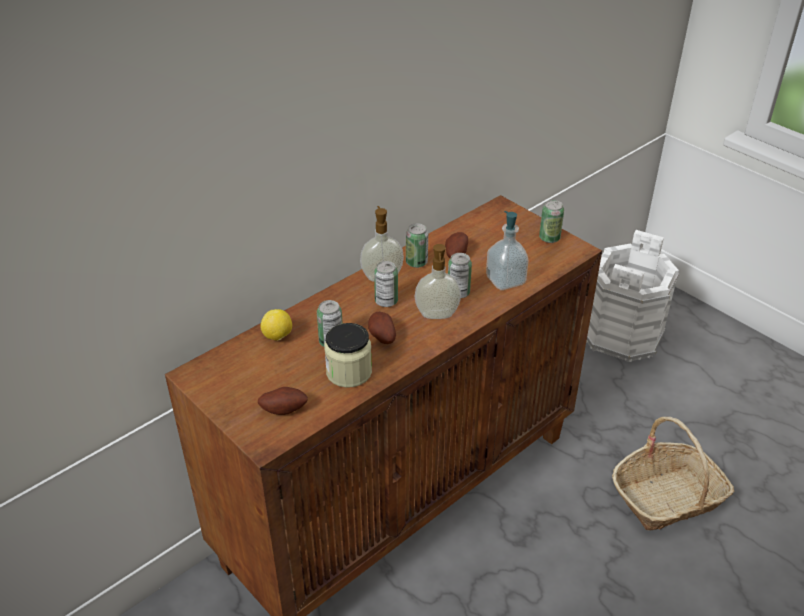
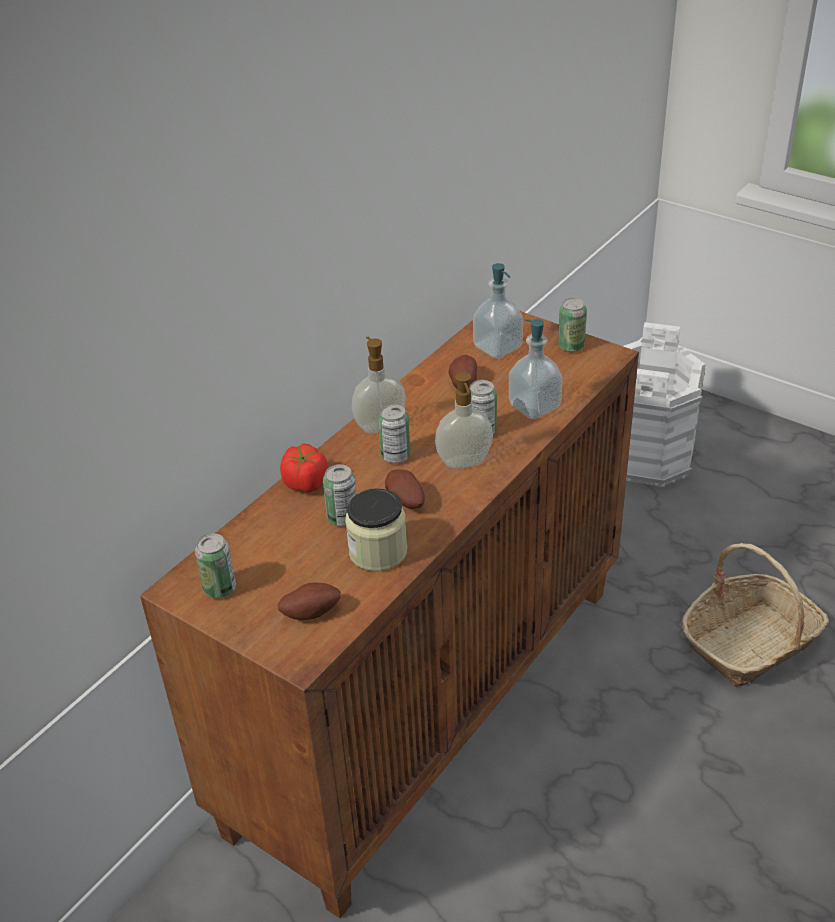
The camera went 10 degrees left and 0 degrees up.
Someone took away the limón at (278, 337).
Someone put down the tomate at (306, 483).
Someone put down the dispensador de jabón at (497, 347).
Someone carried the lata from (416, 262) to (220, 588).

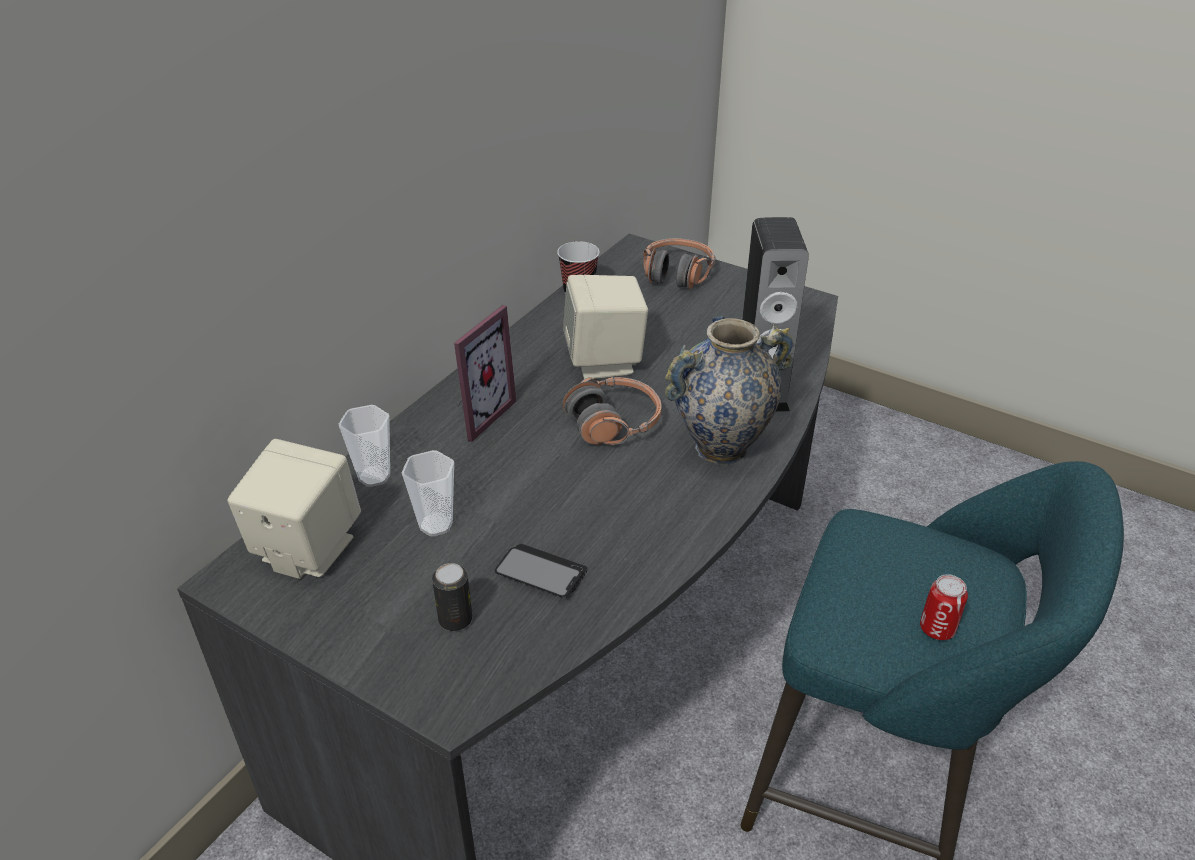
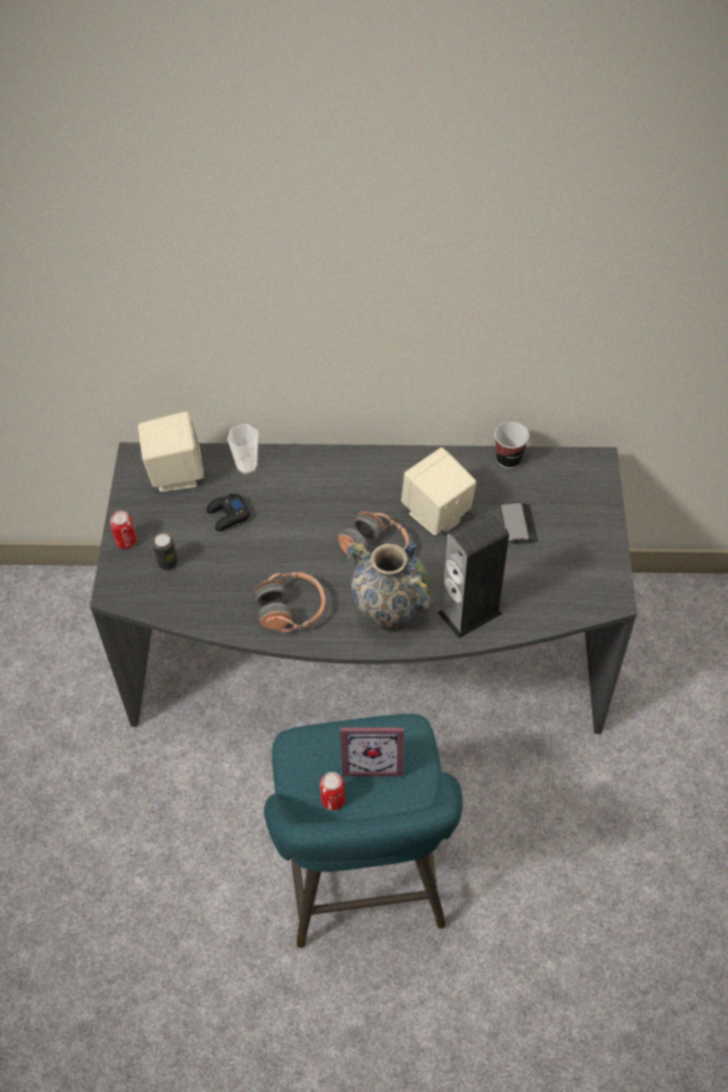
The camera went 60 degrees right and 15 degrees up.
Someone put down the lata at (126, 541).
Someone carried the portarretratos from (476, 414) to (372, 760).
Someone carried the móvil from (541, 572) to (518, 524).
Someone carried the auriculares from (676, 274) to (291, 609).
Someone swapped the taza at (436, 525) for the mando de consola (negro) at (228, 515).

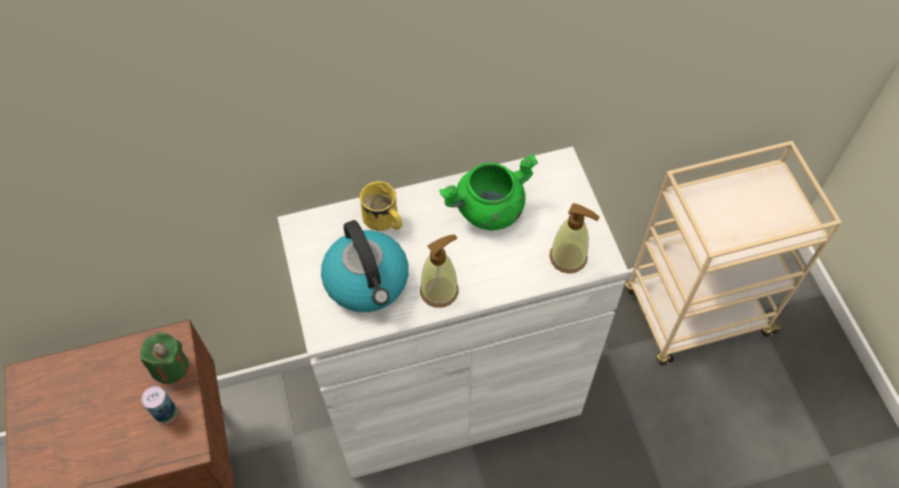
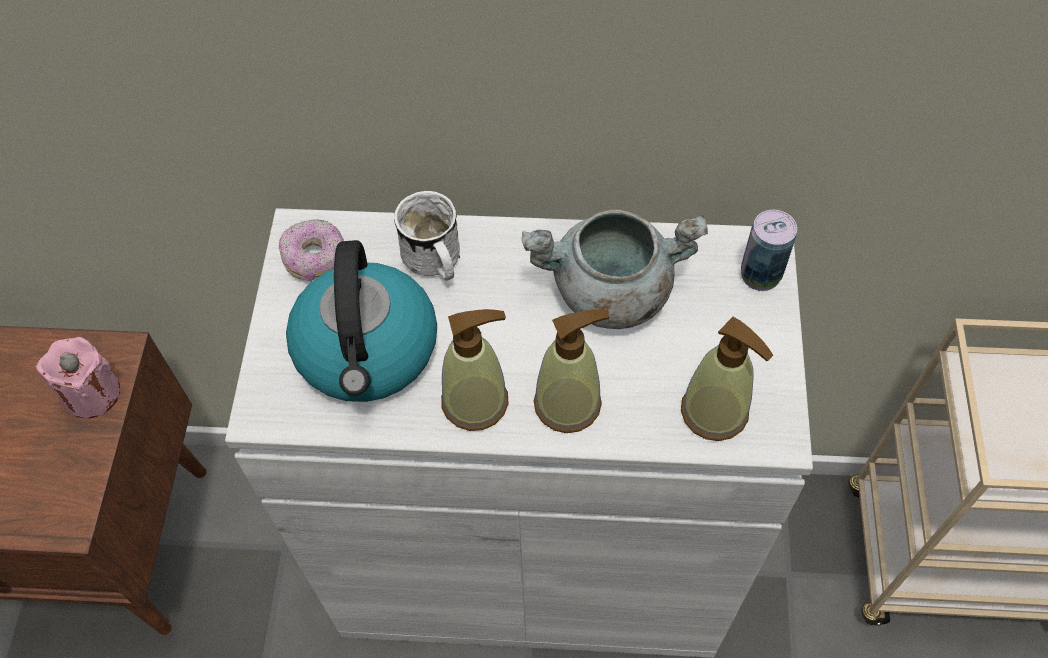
The camera went 20 degrees right and 0 degrees up.
Someone put down the rosquilla at (315, 259).
Someone put down the dispensador de jabón at (568, 403).
Someone carried the lata from (166, 413) to (760, 274).
Someone repainted the vela (verde) at (170, 367), which became the vela (rosa) at (92, 394).
Someone repainted the taza grande (amarillo) at (384, 221), which became the taza grande (blanco) at (434, 263).
Someone repainted the olla (verde) at (489, 210), which became the olla (gris) at (610, 292).

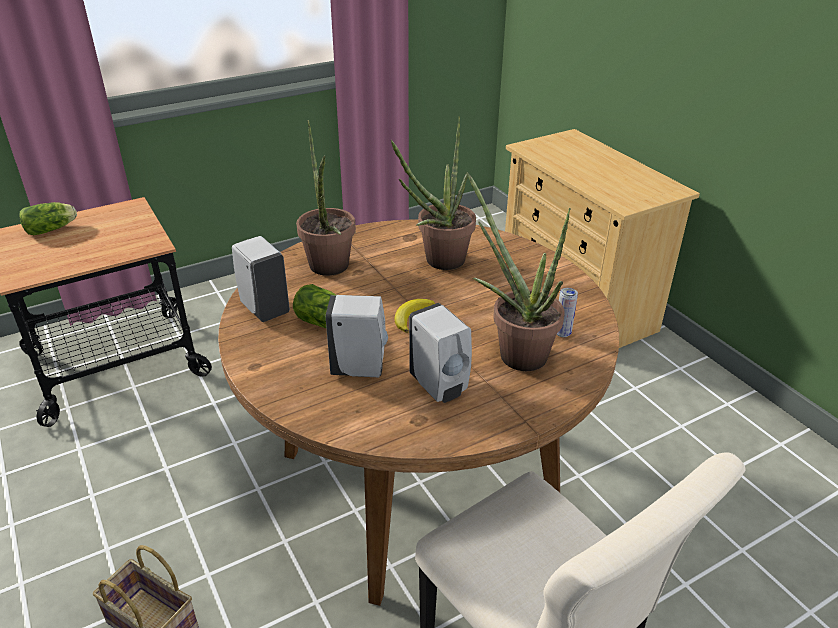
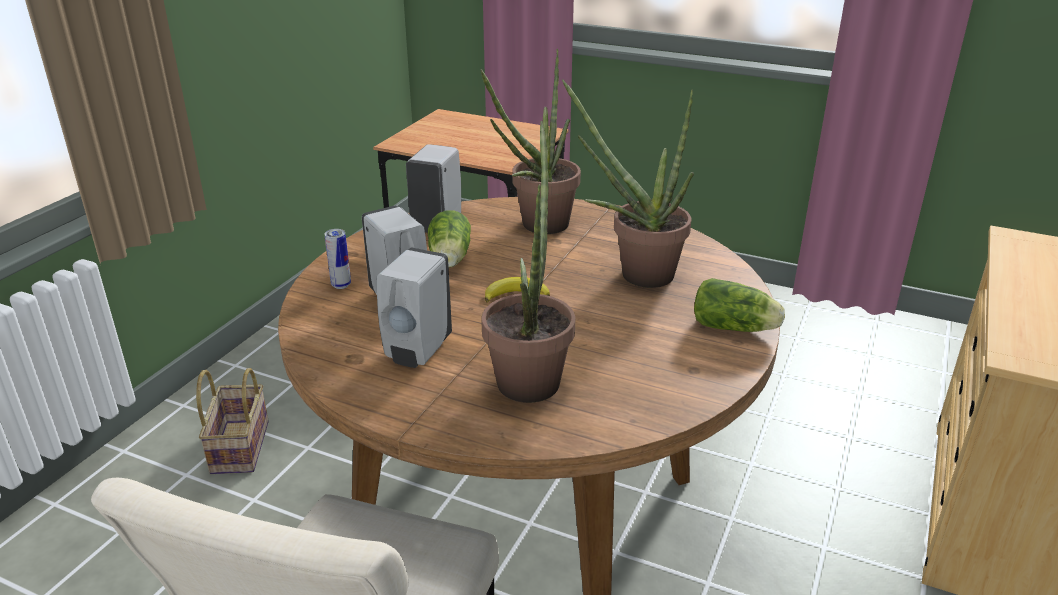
The camera went 55 degrees right and 5 degrees down.
Someone carried the lechuga from (53, 229) to (736, 328).
Someone carried the lata from (562, 333) to (341, 285).

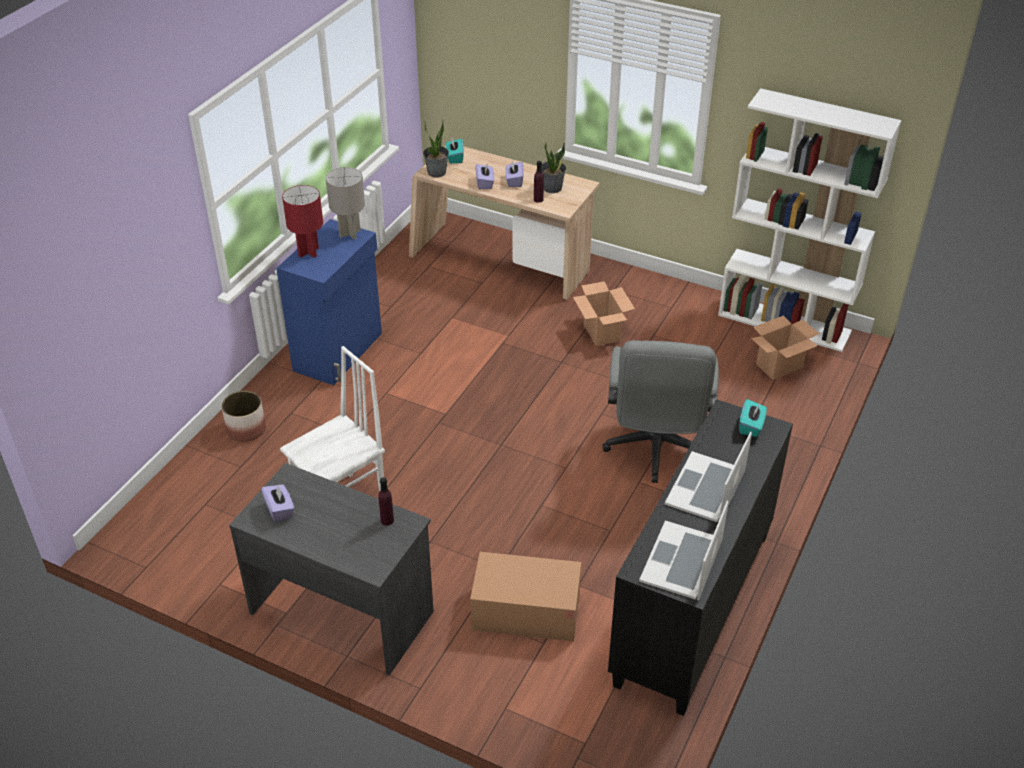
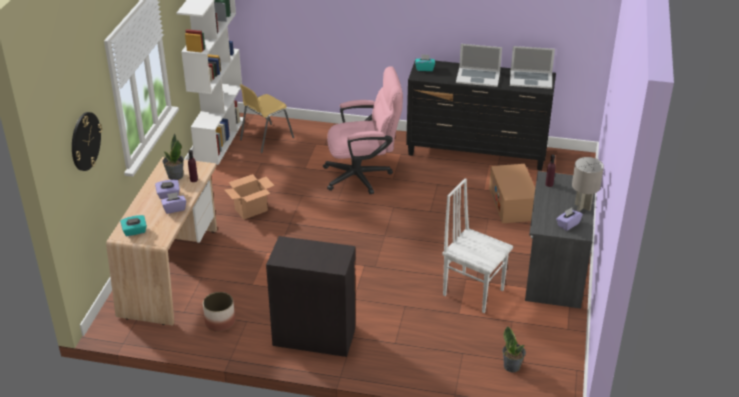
The camera went 105 degrees left and 5 degrees down.
Someone took away the lámpara de mesa (rojo) at (308, 252).
Someone put up the reloj de pared at (85, 141).
Someone carried the maceta from (246, 429) to (220, 322).
Someone carried the lámpara de mesa (gris) from (349, 233) to (582, 207).
Someone carried the planta en maceta from (437, 172) to (512, 366).
Someone swapped the caja de cartón at (779, 366) for the silla (amarillo) at (266, 139).
Someone repainted the armario (azul) at (339, 352), which became the armario (negro) at (314, 336).
Someone repainted the silla de oficina (gris) at (655, 451), which became the silla de oficina (rosa) at (363, 176).

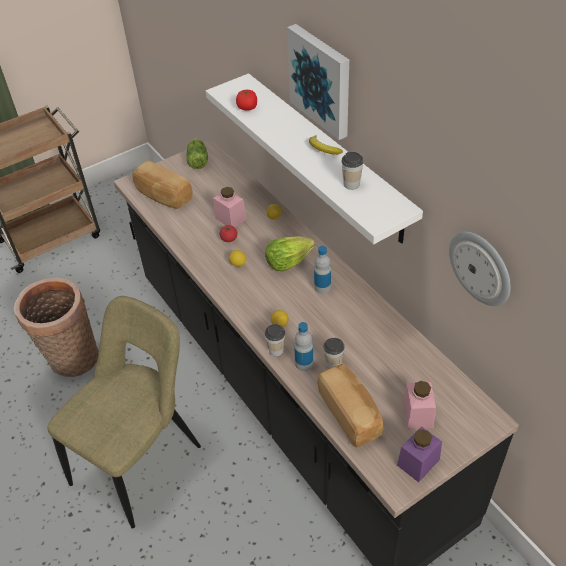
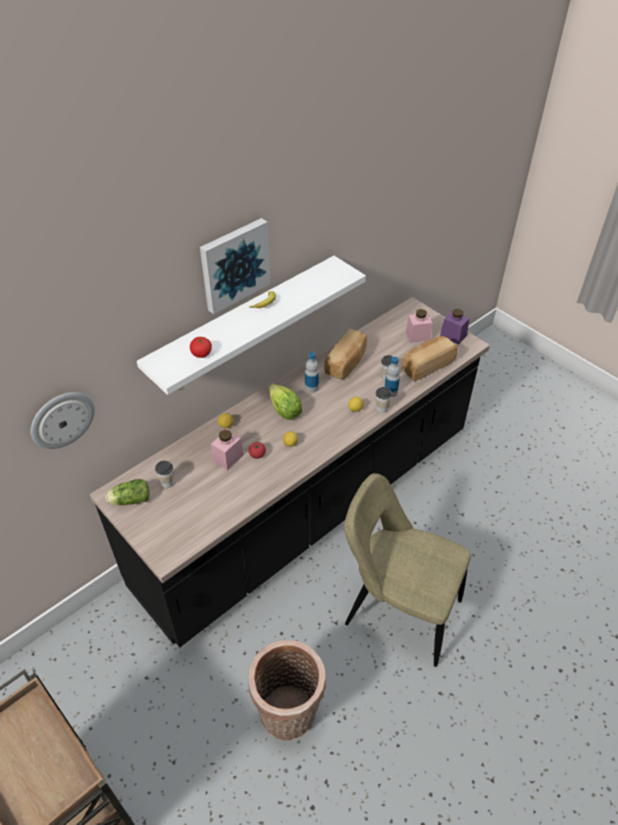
The camera went 100 degrees left and 0 degrees up.
Someone carried the pan from (163, 196) to (347, 363).
Someone carried the taza from (351, 184) to (167, 483).
Someone carried the reloj de pared from (481, 267) to (62, 419).

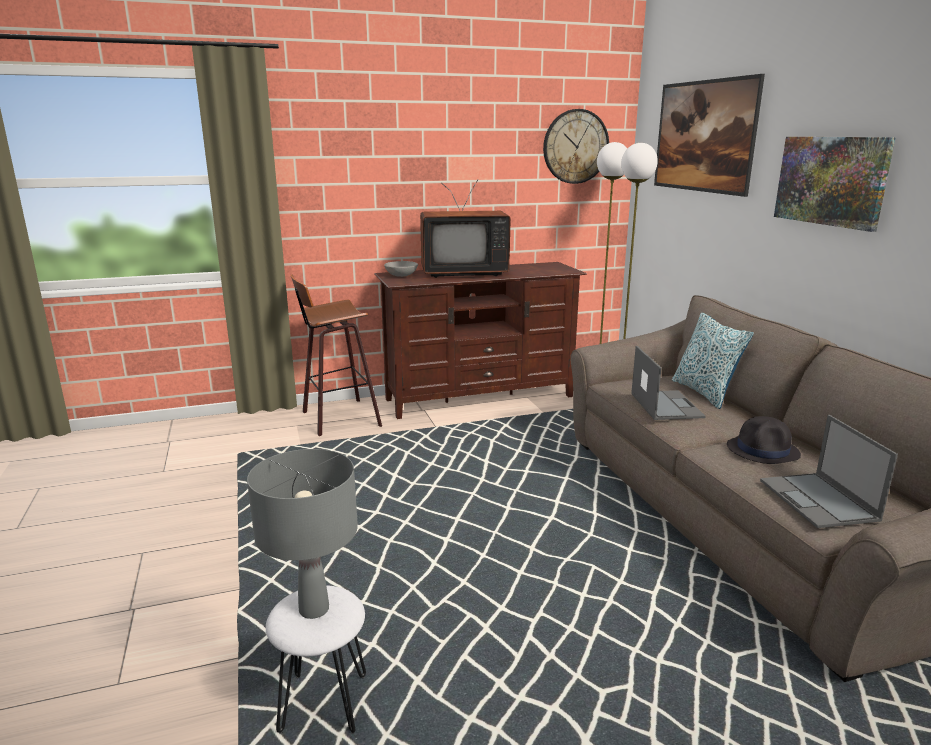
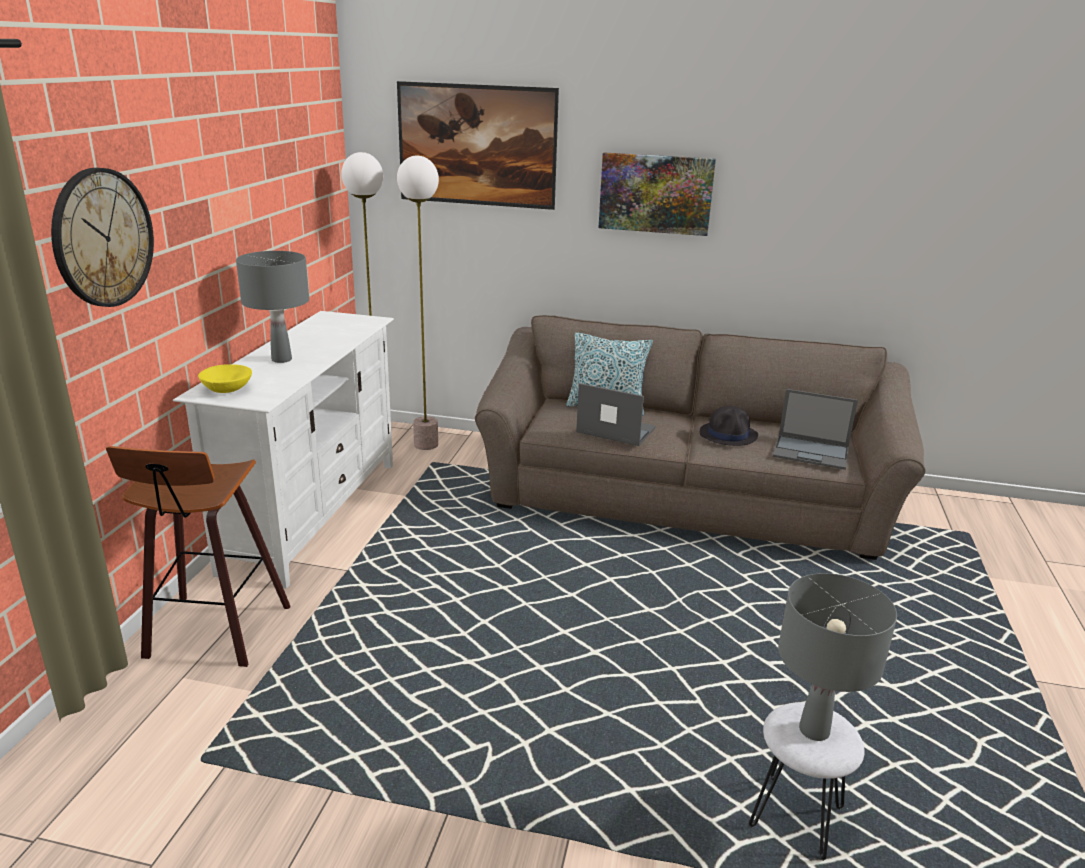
The camera went 60 degrees left and 5 degrees up.
Someone carried the reloj de pared from (575, 146) to (103, 238).
Someone swapped the televisor at (462, 273) for the lámpara de mesa (gris) at (281, 359).
Someone repainted the mueble de televisión (marrón) at (479, 397), which became the mueble de televisión (blanco) at (313, 514).
Someone repainted the cuenco (gris) at (401, 275), which became the cuenco (amarillo) at (227, 389).

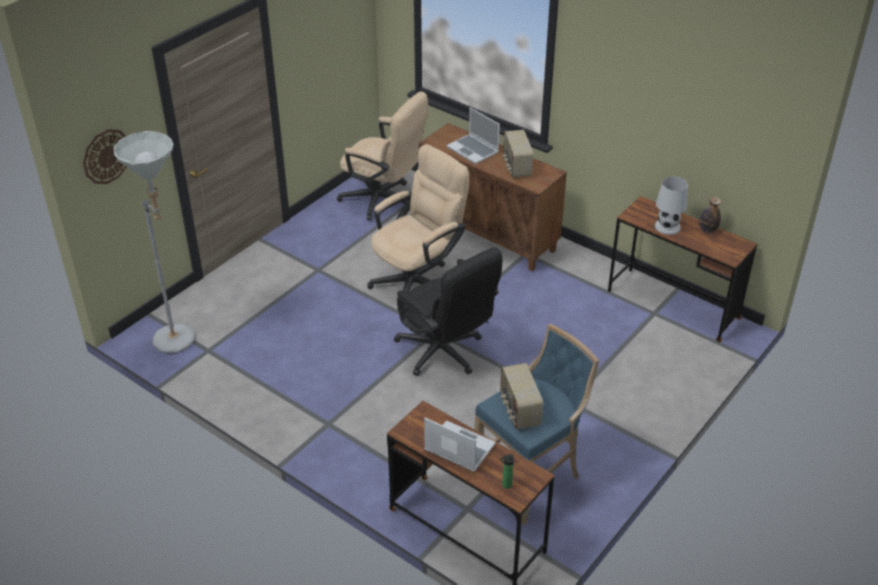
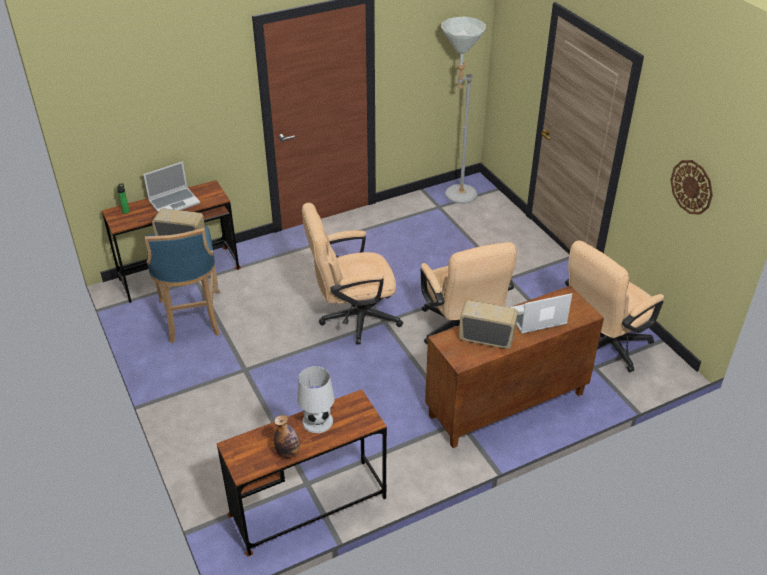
The camera went 115 degrees right and 0 degrees up.
Someone carried the reloj de pared from (106, 156) to (692, 187).
Someone repainted the silla de oficina (negro) at (445, 354), which became the silla de oficina (beis) at (352, 318).

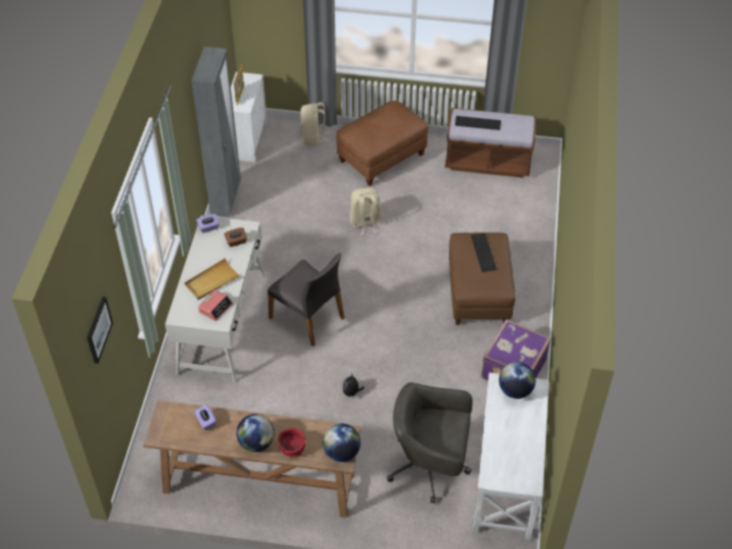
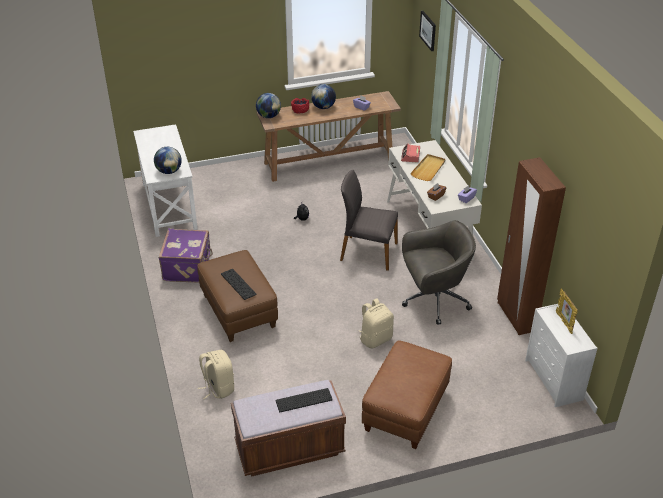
The camera went 155 degrees right and 10 degrees down.
Someone carried the mochila (beis) from (314, 137) to (218, 388).
Someone carried the silla de oficina (gris) from (430, 466) to (434, 300).
Someone repainted the armario ropero (gris) at (226, 199), which became the armario ropero (marrón) at (516, 317).

